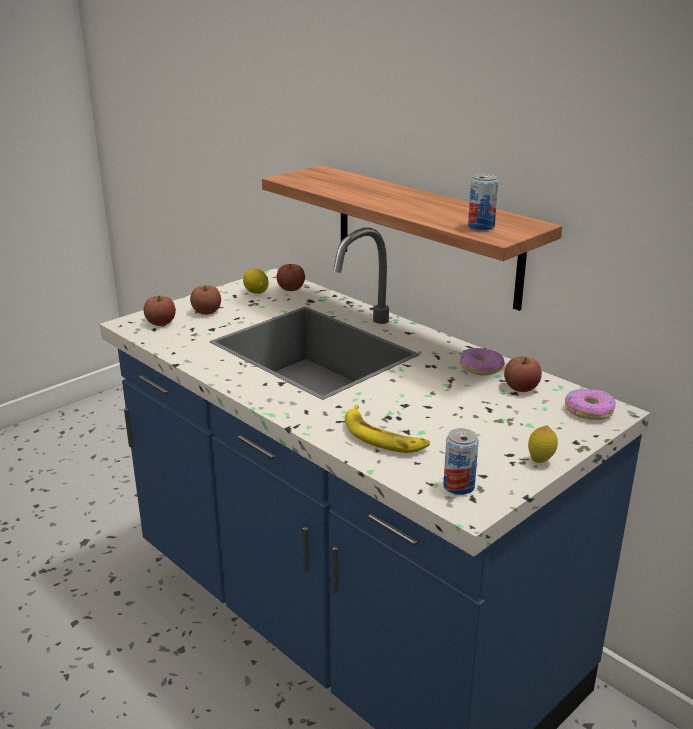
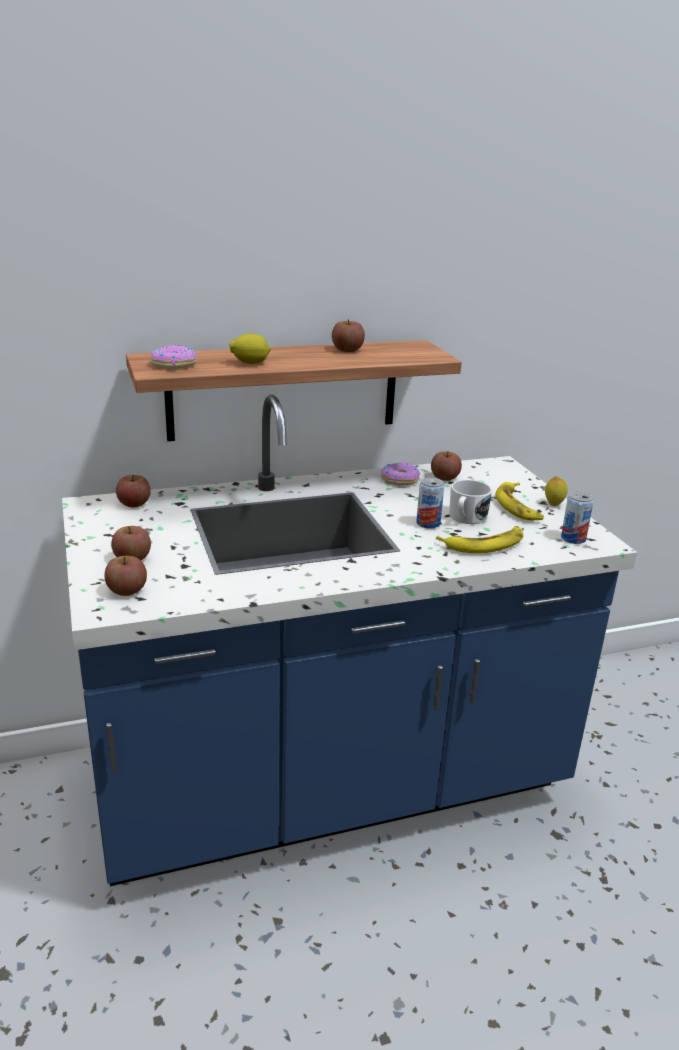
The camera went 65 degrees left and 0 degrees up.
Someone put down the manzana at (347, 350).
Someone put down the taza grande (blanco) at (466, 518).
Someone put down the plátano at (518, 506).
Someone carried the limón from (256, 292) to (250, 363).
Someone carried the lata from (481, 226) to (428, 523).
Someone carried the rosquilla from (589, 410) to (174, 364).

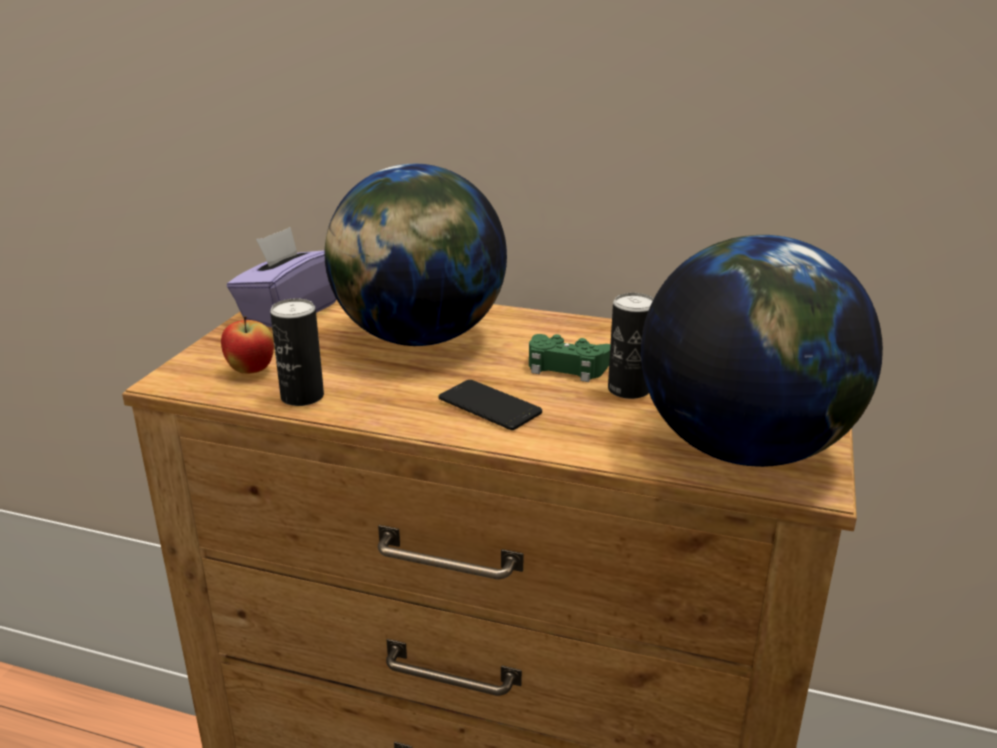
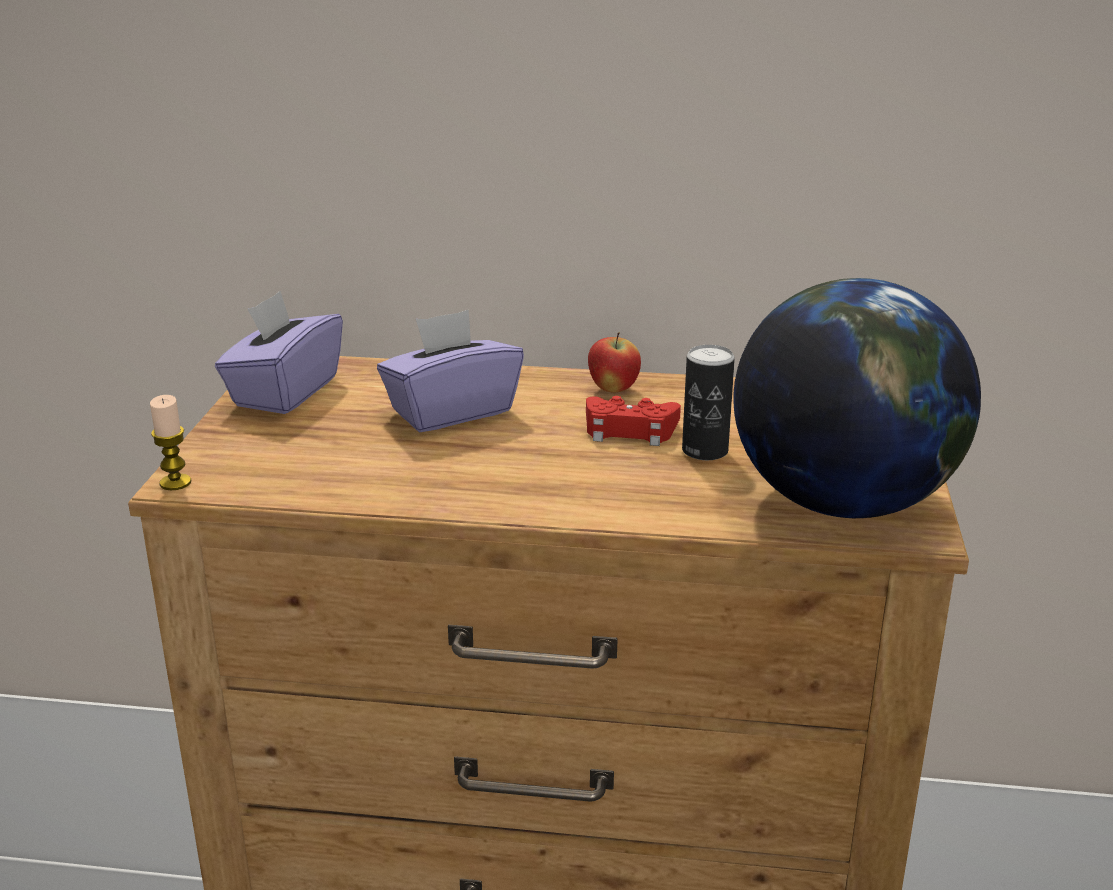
The camera went 10 degrees left and 0 degrees up.
Someone took away the lata at (302, 397).
Someone took away the móvil at (489, 406).
Someone put down the vela at (175, 483).
Someone carried the manzana from (251, 371) to (613, 390).
Someone swapped the globo terráqueo at (419, 338) for the caja de pañuelos (morado) at (451, 411).
Someone repainted the mando de consola (verde) at (567, 366), which became the mando de consola (rojo) at (629, 430).

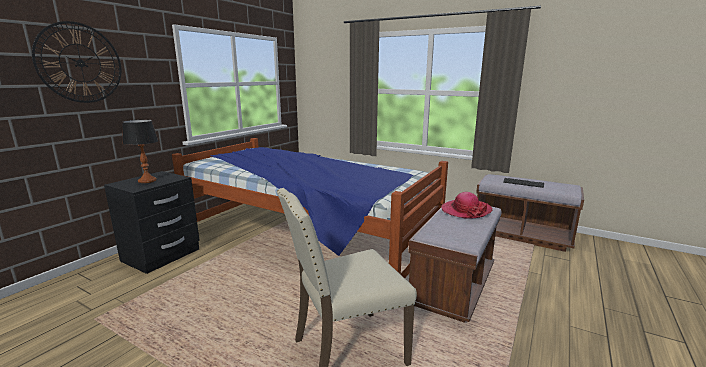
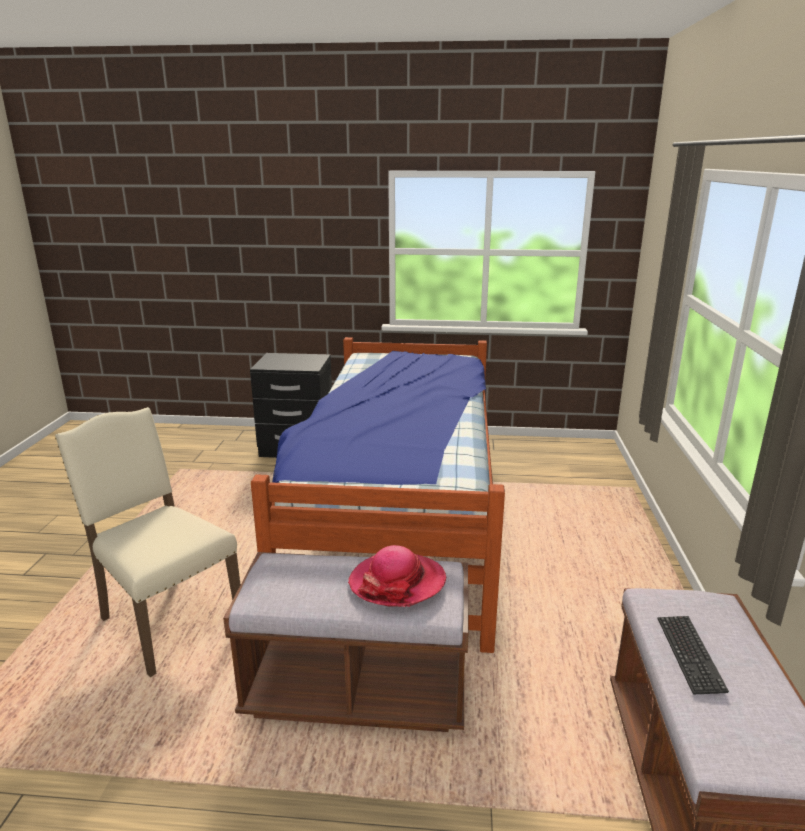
The camera went 65 degrees right and 5 degrees up.
Someone took away the reloj de pared at (80, 63).
Someone took away the lámpara de mesa at (147, 181).

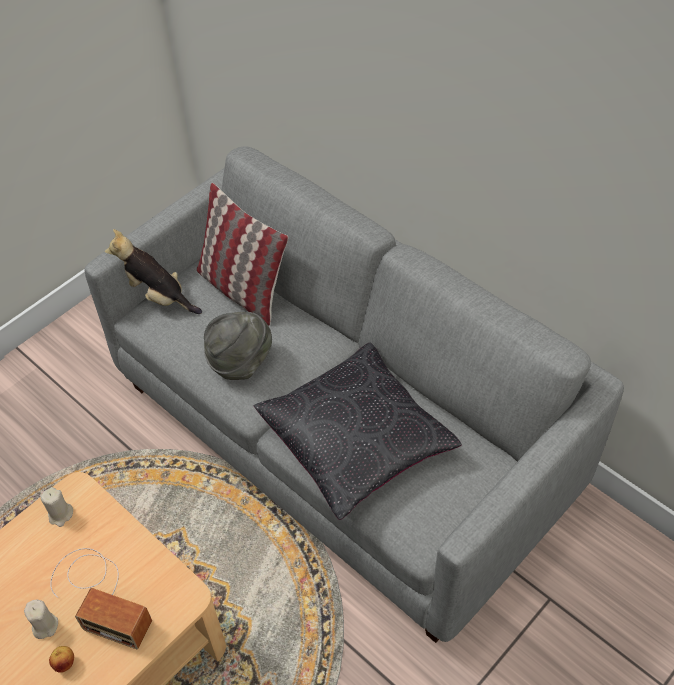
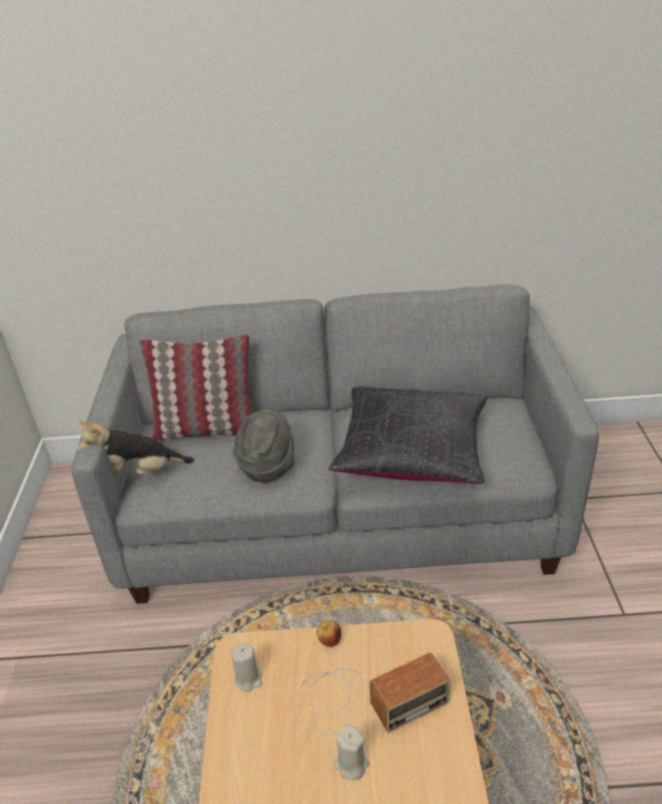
The camera went 45 degrees left and 15 degrees down.
Someone carried the manzana from (65, 663) to (329, 641).

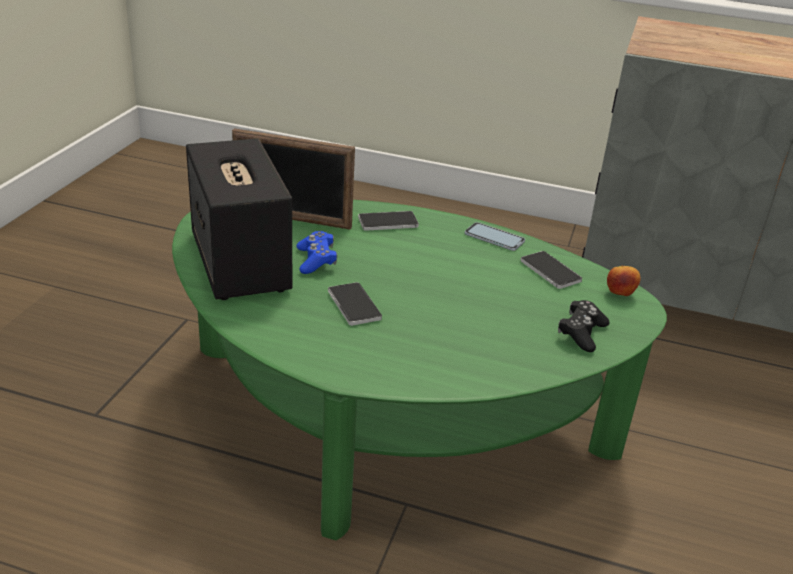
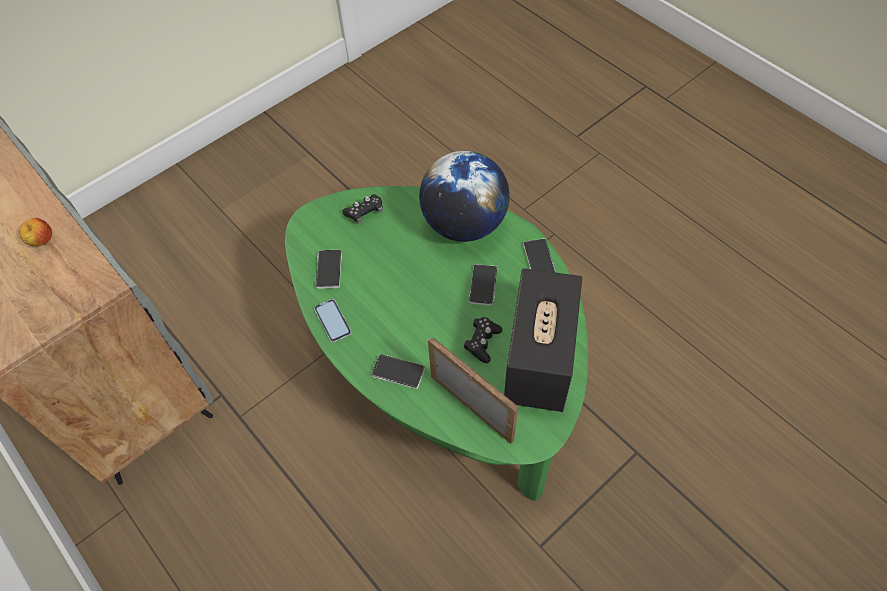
The camera went 145 degrees left and 25 degrees up.
Someone put down the globo terráqueo at (464, 224).
Someone put down the móvil at (539, 259).
Someone carried the manzana from (619, 294) to (42, 241).
Someone repainted the mando de consola (azul) at (316, 260), which became the mando de consola (negro) at (482, 342).

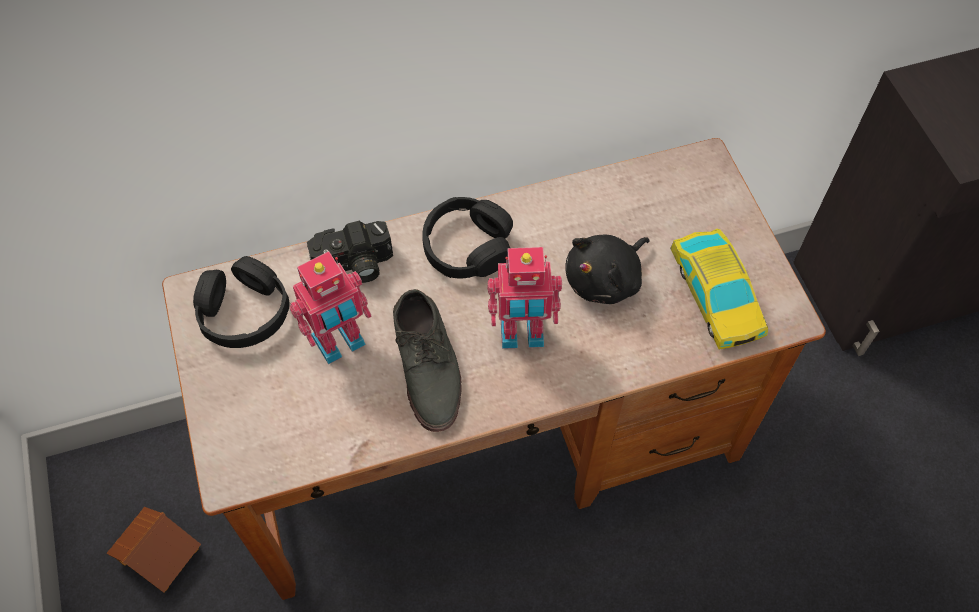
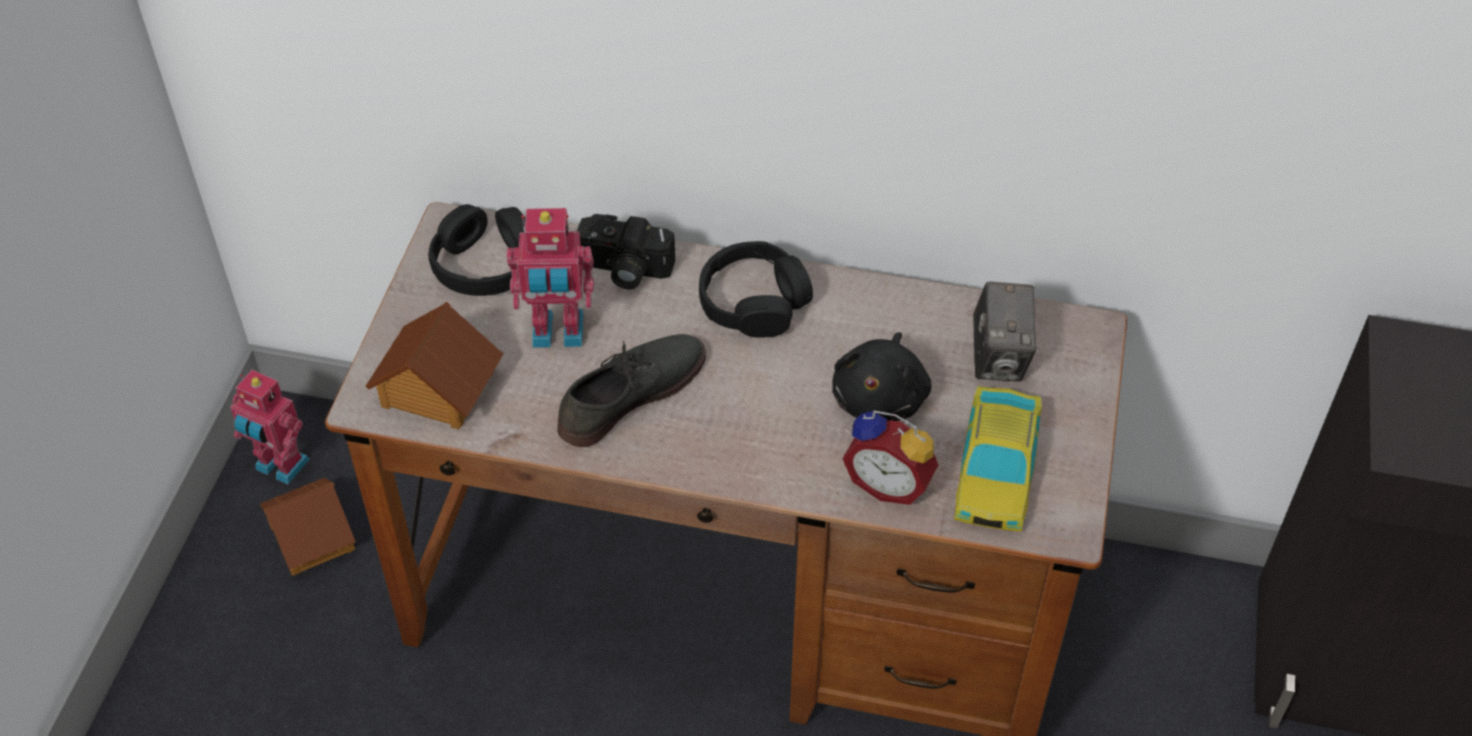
The camera went 30 degrees right and 10 degrees down.
Someone put down the casita at (436, 389).
Someone put down the despertador at (890, 483).
Someone put down the cámara at (999, 358).
Someone carried the robot de juguete from (522, 334) to (280, 467).
Someone rotated the zapato (gris) at (428, 364) by 150 degrees counterclockwise.
Someone rotated the peluche (negro) at (605, 279) by 60 degrees counterclockwise.

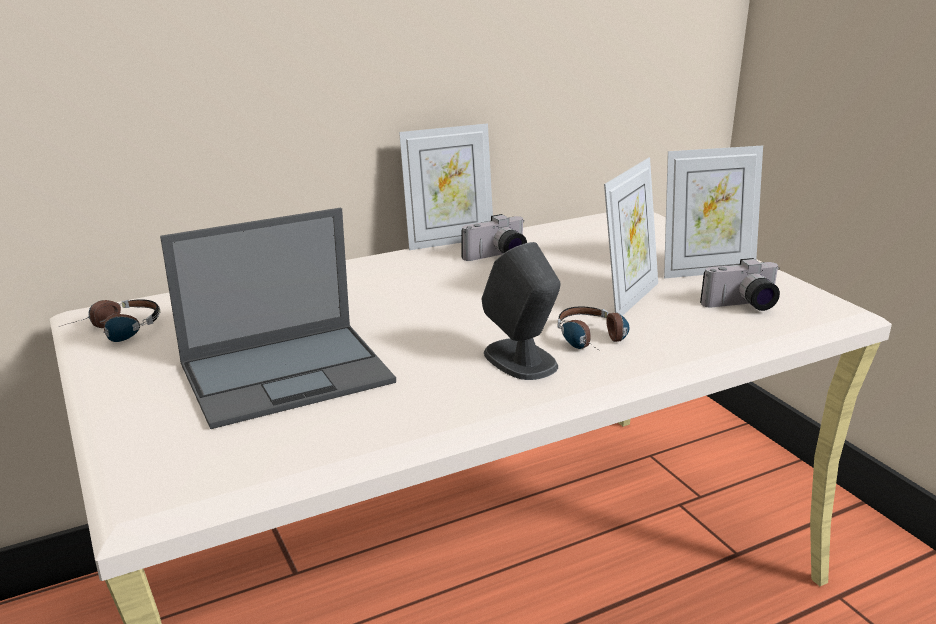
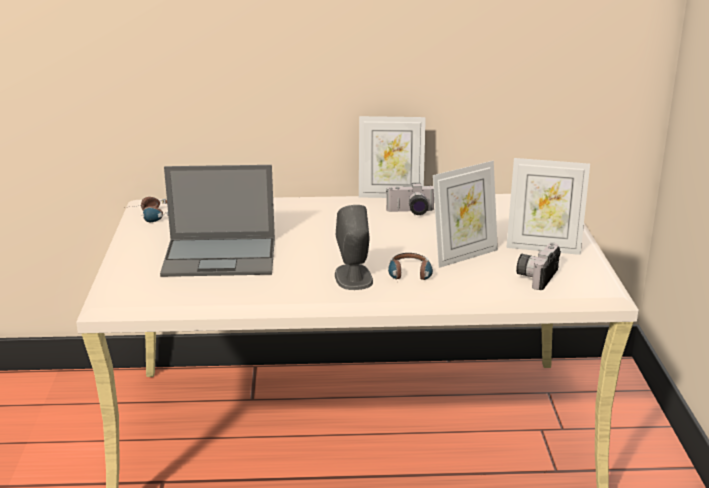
The camera went 25 degrees right and 0 degrees up.
Someone rotated the cámara at (742, 306) by 105 degrees clockwise.

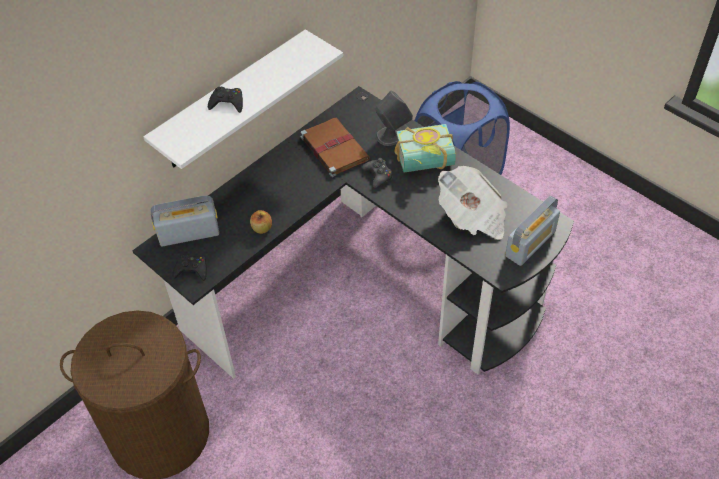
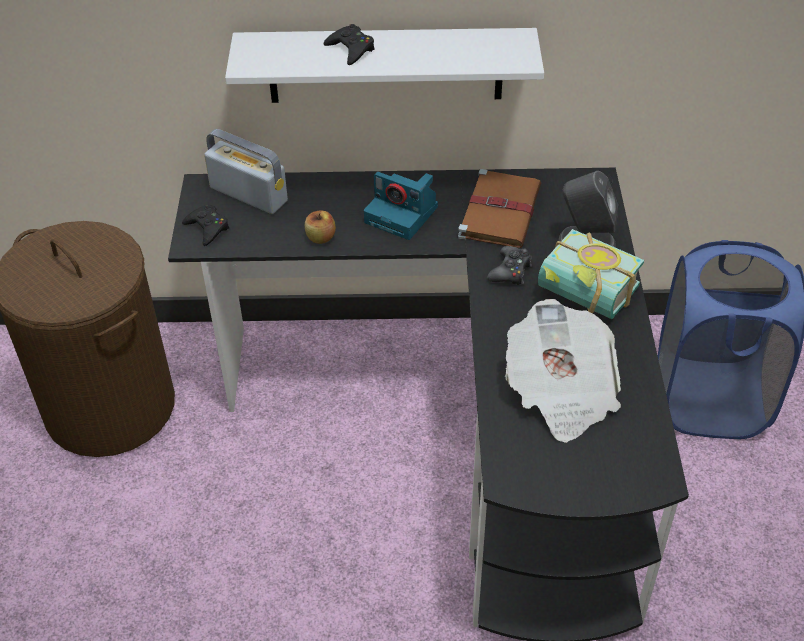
The camera went 45 degrees right and 5 degrees down.
Someone took away the radio at (530, 244).
Someone put down the cámara at (403, 215).

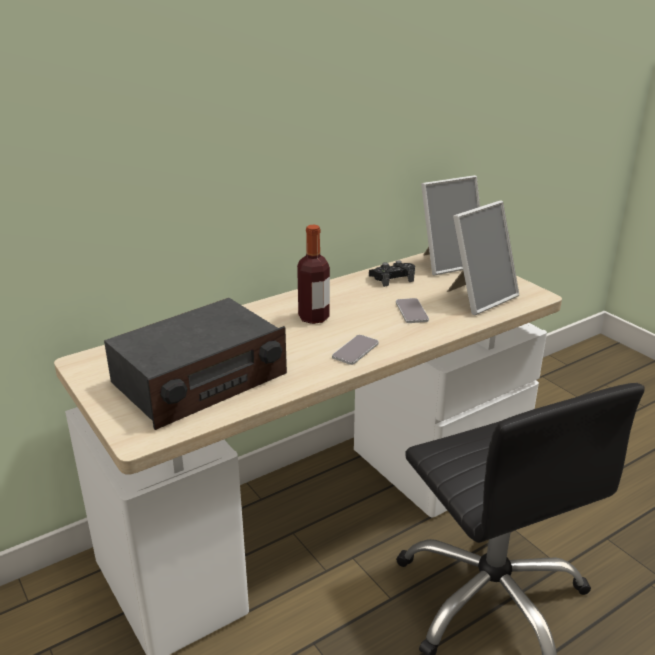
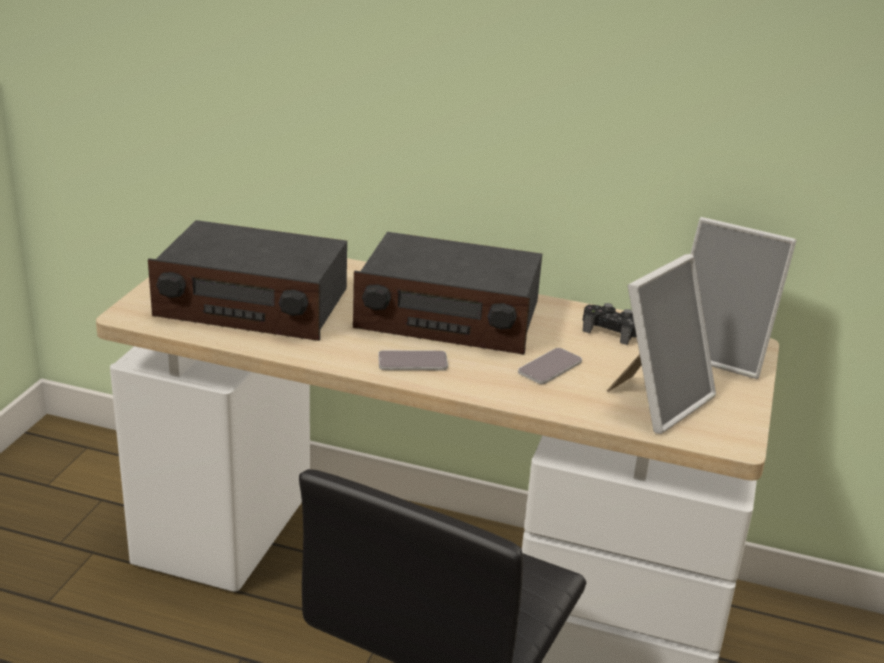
The camera went 50 degrees right and 0 degrees up.
Someone swapped the botella at (314, 317) for the radio at (448, 316).
Someone rotated the portarretratos at (479, 298) by 60 degrees counterclockwise.

